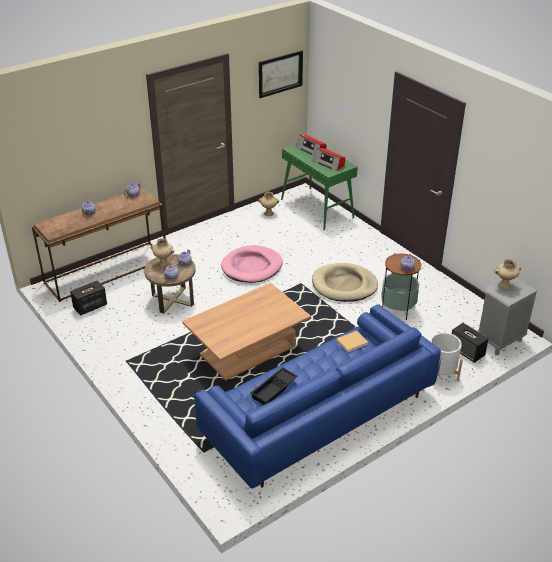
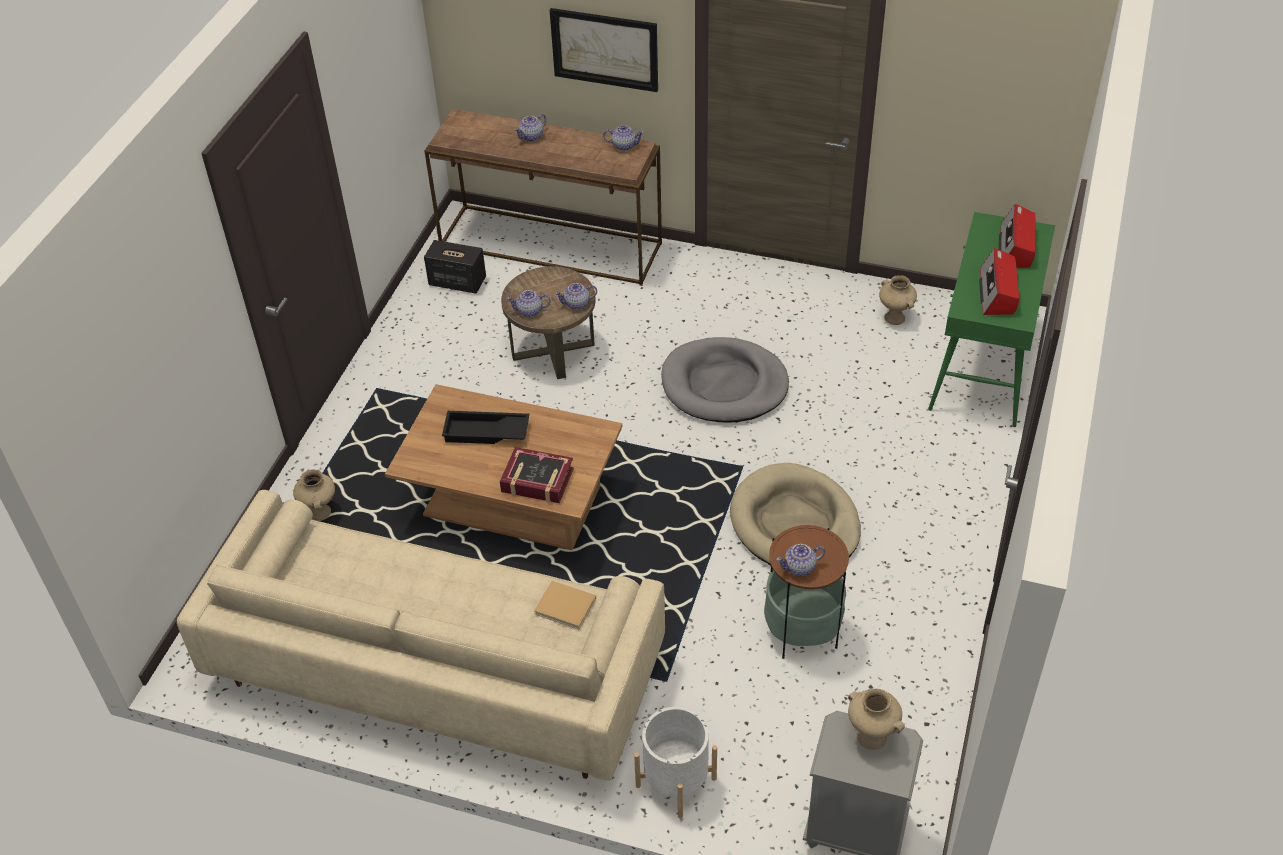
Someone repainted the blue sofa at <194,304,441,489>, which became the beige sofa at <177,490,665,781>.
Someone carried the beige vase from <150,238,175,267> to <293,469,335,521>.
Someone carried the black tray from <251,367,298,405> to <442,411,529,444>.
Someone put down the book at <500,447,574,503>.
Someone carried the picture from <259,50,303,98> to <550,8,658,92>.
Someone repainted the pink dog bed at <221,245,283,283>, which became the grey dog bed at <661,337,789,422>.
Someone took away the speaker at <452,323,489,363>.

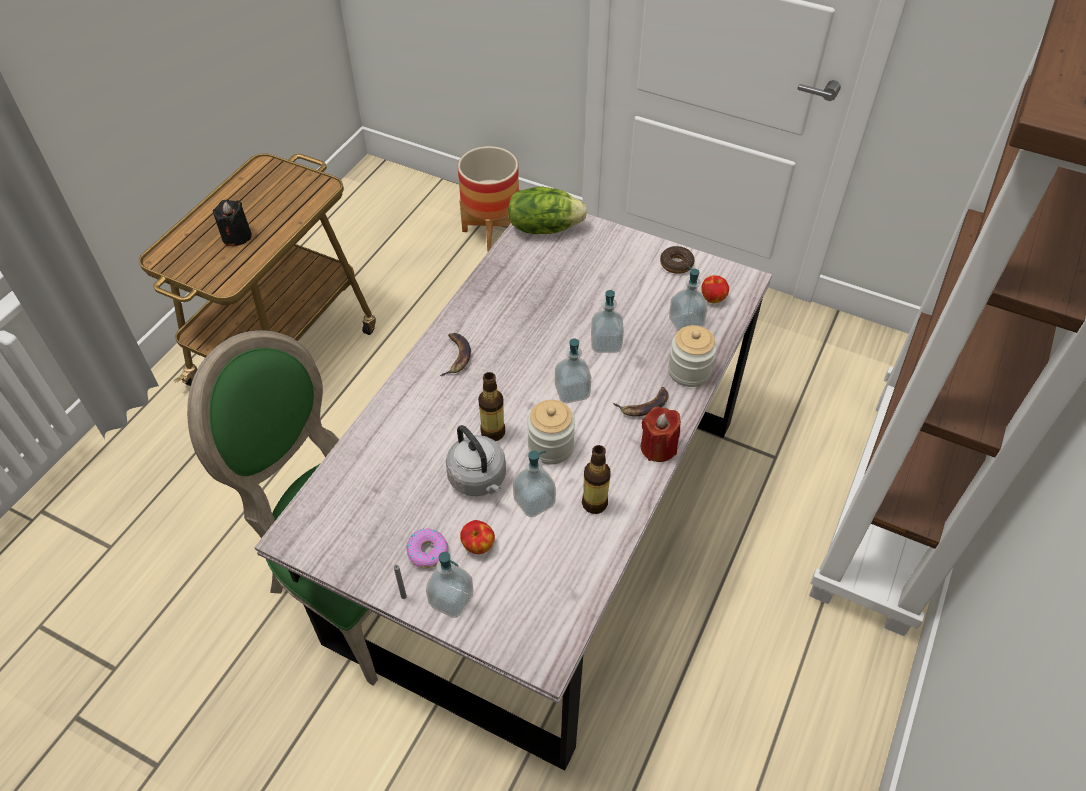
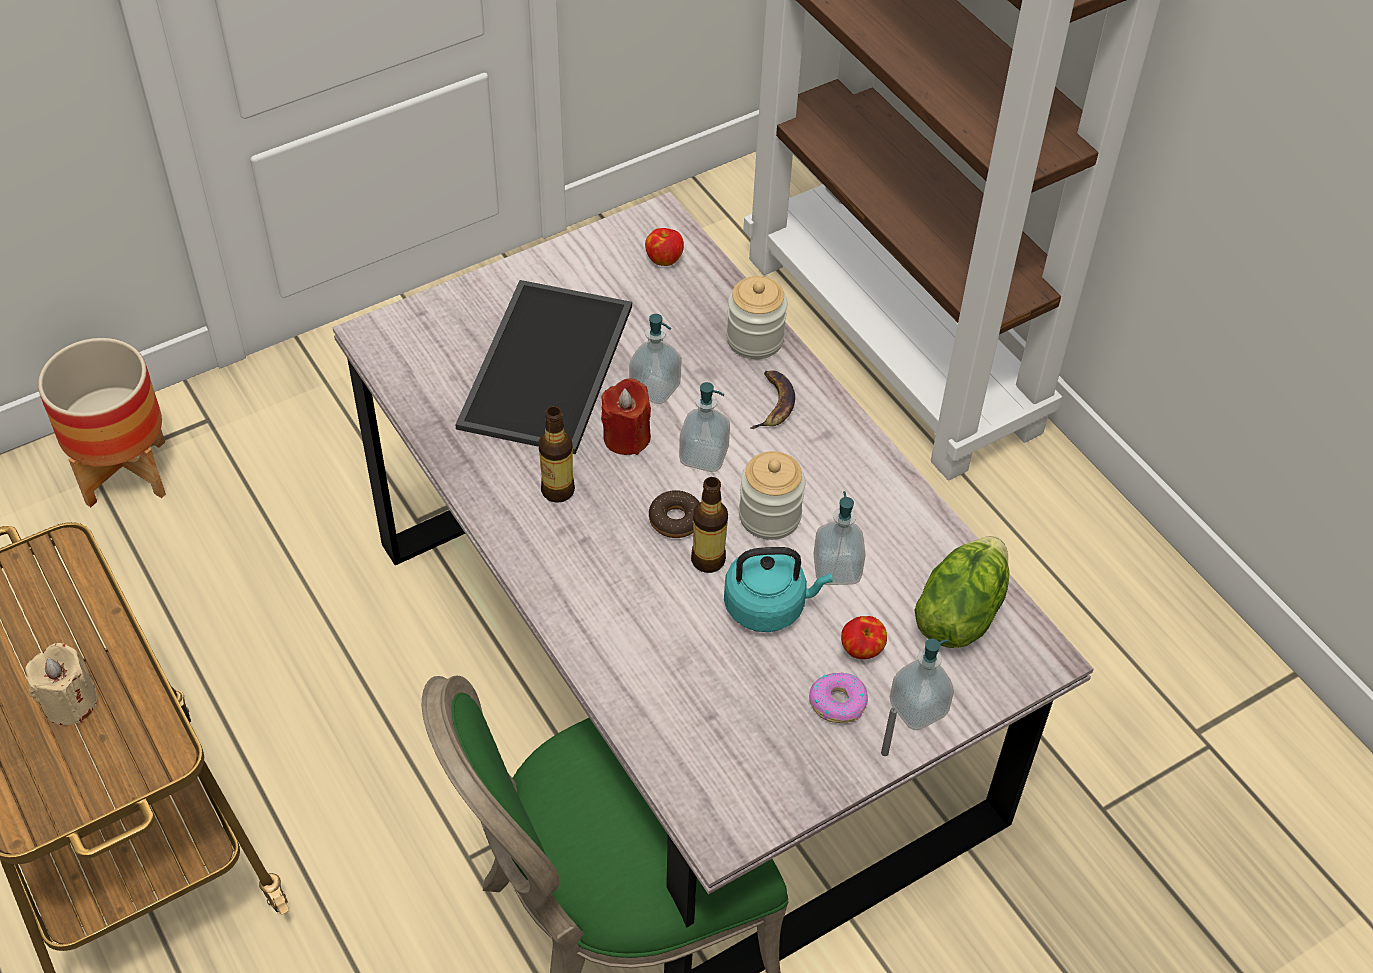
Someone repainted the black candle at <213,200,252,246>, which became the beige candle at <25,643,97,725>.
Someone put down the tray at <455,280,632,454>.
Someone carried the bottle from <582,445,611,514> to <539,406,575,503>.
Someone carried the red candle from <641,407,681,462> to <601,378,651,455>.
Someone carried the donut from <660,246,695,274> to <649,490,700,538>.
Someone repainted the grey kettle at <446,425,506,496>, which became the turquoise kettle at <724,547,833,632>.
Someone carried the lettuce from <508,186,587,234> to <914,536,1010,648>.
Someone took away the banana at <440,333,471,376>.
Someone took away the soap dispenser at <669,266,707,331>.

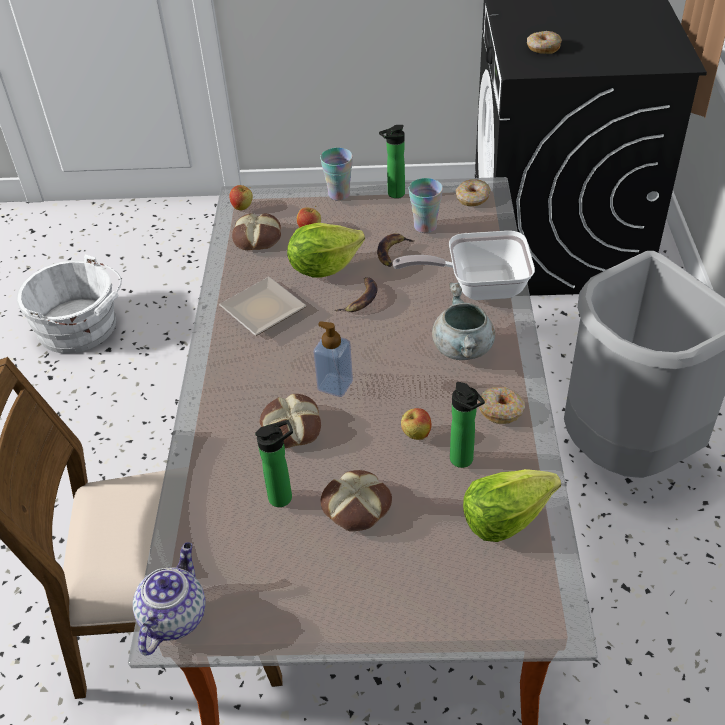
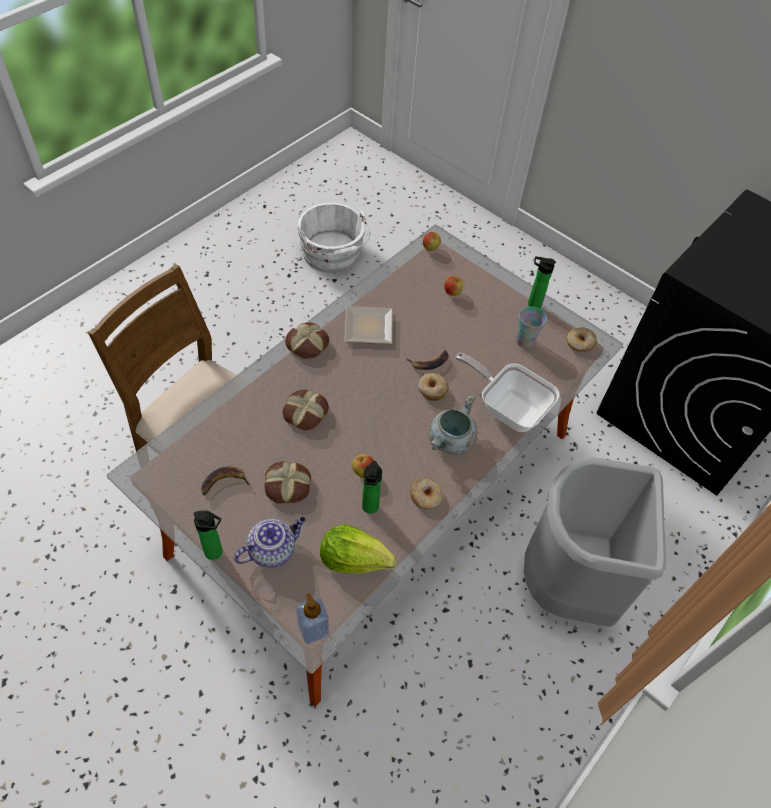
Someone carried the bottle from <255,420,293,507> to <194,511,223,560>.
Someone carried the banana from <377,233,415,267> to <201,466,250,495>.
Someone carried the teapot from <133,542,205,656> to <234,517,306,568>.
Someone carried the bread from <232,213,281,250> to <285,322,329,359>.
Someone carried the soap dispenser from <314,321,353,397> to <296,593,329,644>.
Someone carried the donut from <527,31,562,54> to <418,373,449,401>.
Someone took away the lettuce at <287,223,365,278>.
Someone took away the cup at <320,148,353,200>.

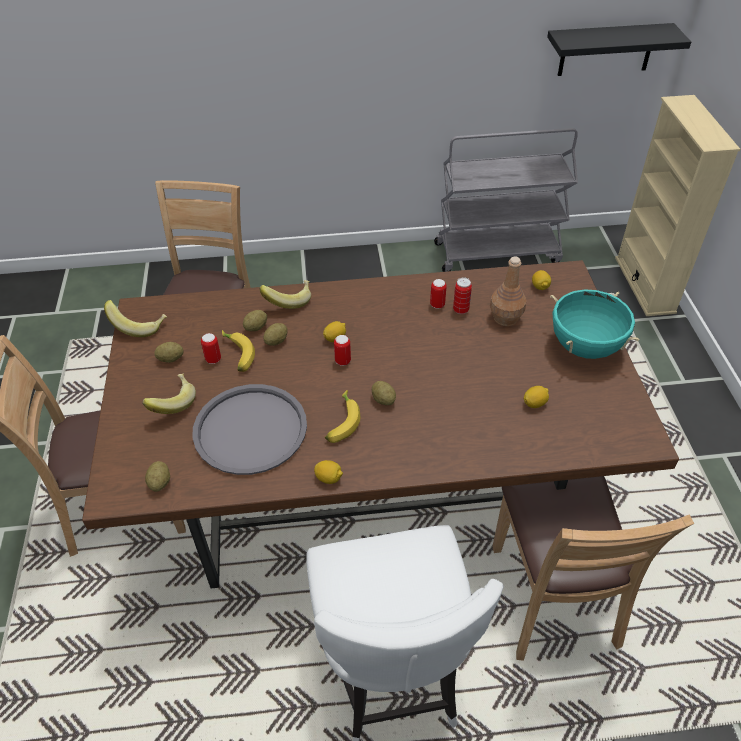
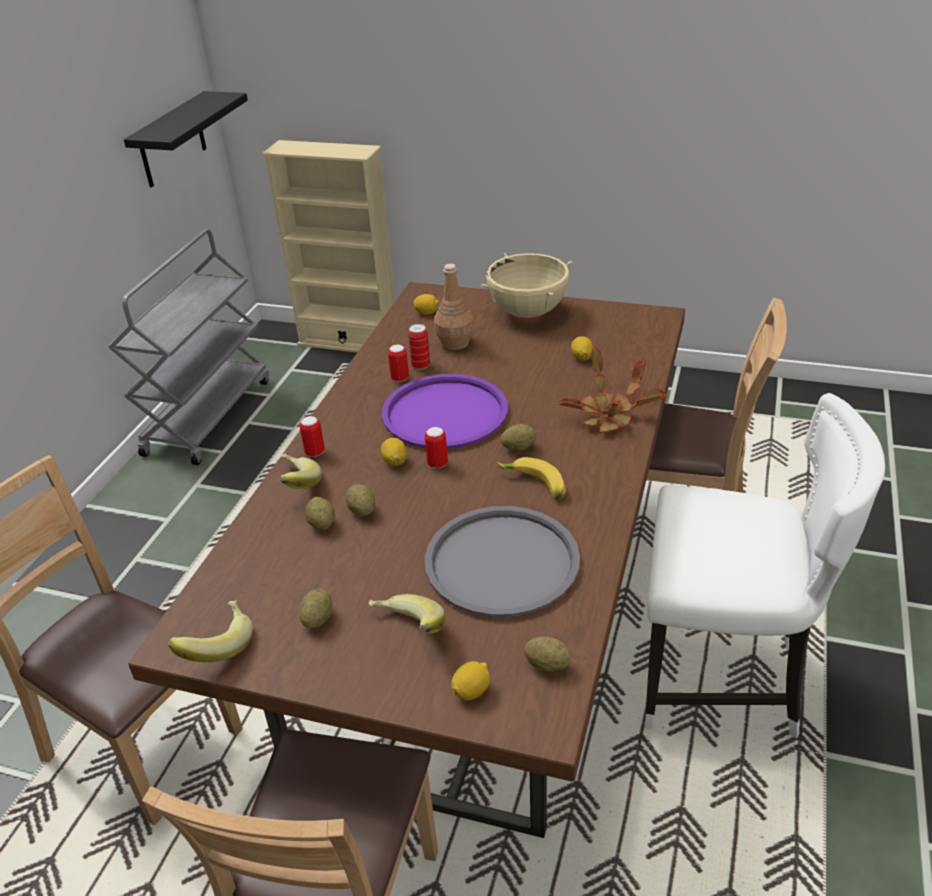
Someone carried the can from <201,333,221,364> to <300,416,325,457>.
Someone put down the purple tray at <382,374,508,449>.
Someone carried the lemon from <314,460,343,484> to <451,661,490,701>.
Someone repainted the turquoise cooking pot at <550,289,640,359>, which became the beige cooking pot at <481,253,573,318>.
Someone put down the potted plant at <558,347,668,433>.
Someone took away the banana at <222,330,255,372>.

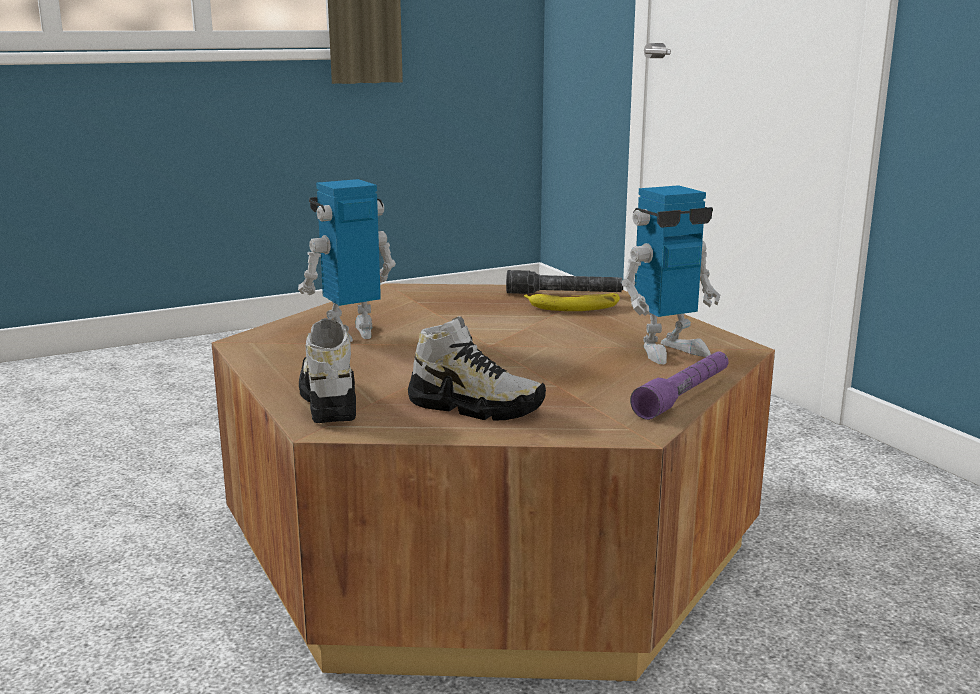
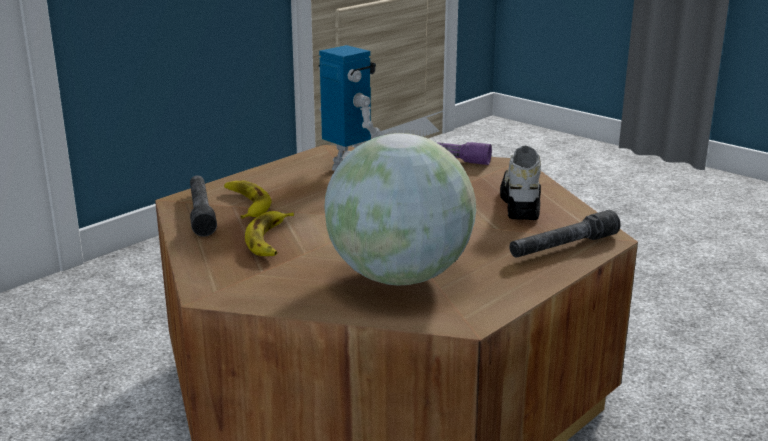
Someone put down the banana at <245,211,294,256>.
Someone swapped the toy robot at <298,179,396,342> for the globe at <324,133,476,286>.
Someone swapped the shoe at <299,318,356,423> for the grey flashlight at <509,210,620,258>.

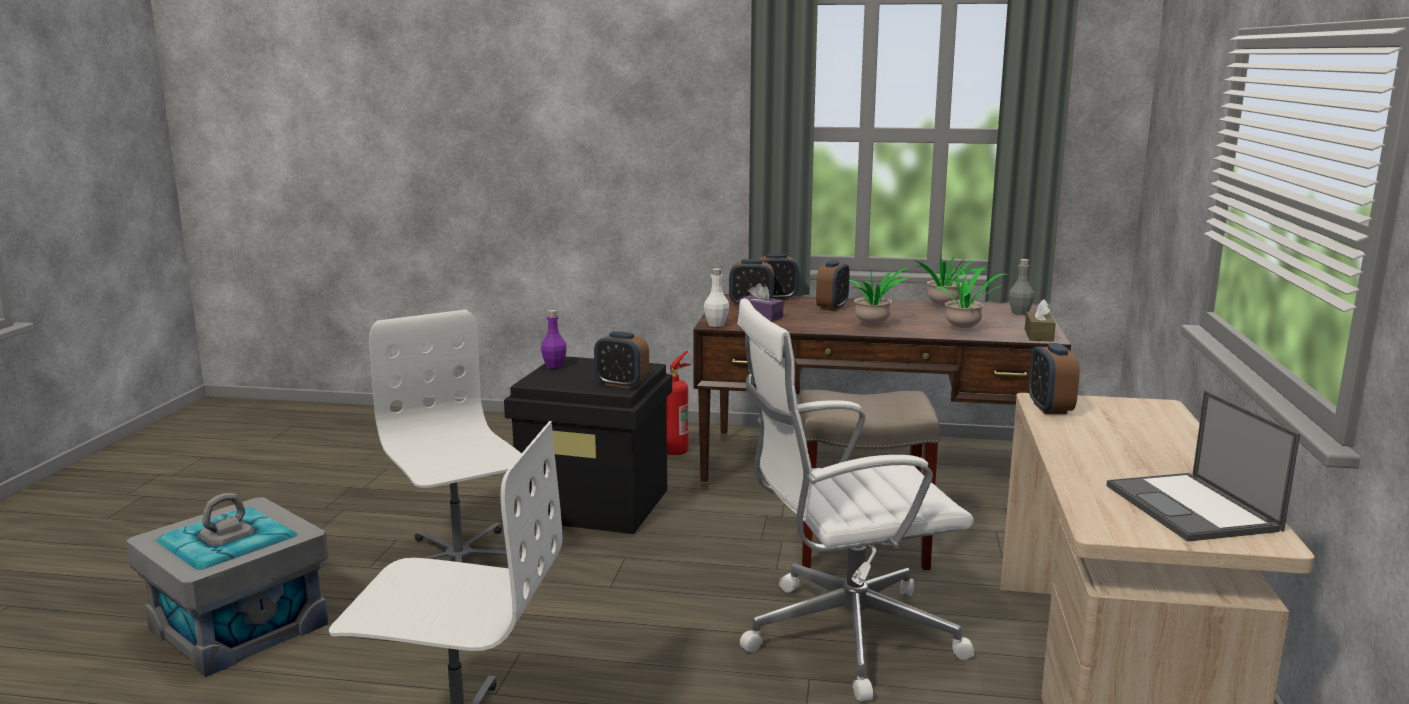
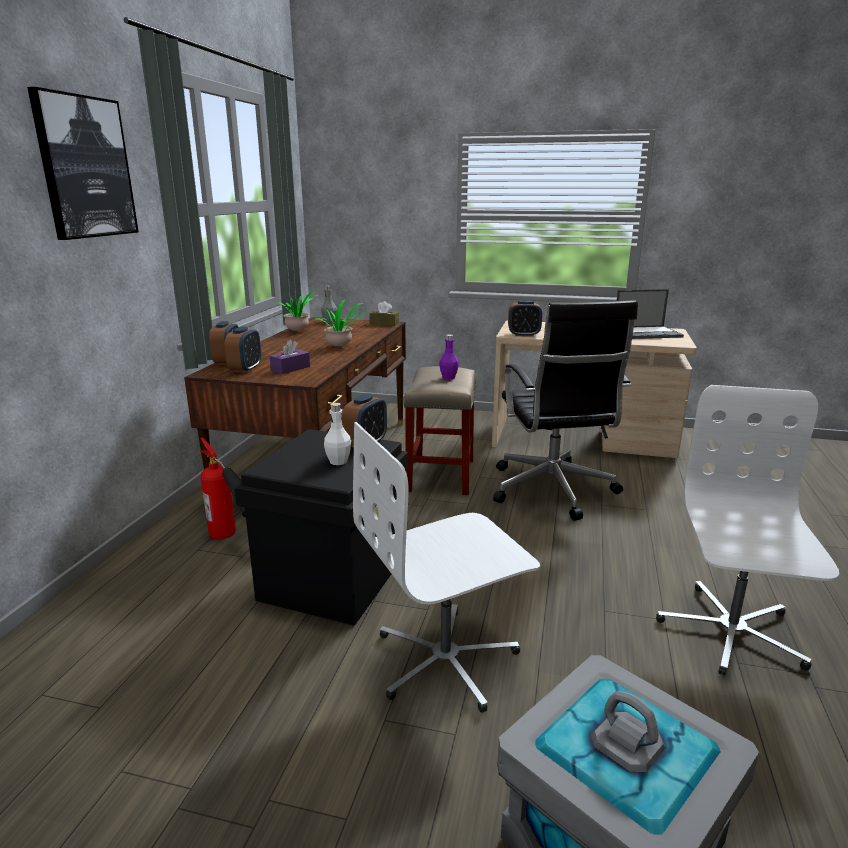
Someone put up the picture at <27,87,139,240>.
Someone carried the white bottle from <704,268,729,327> to <324,403,351,465>.
Someone carried the purple bottle from <541,310,567,369> to <439,334,459,379>.
Someone repainted the white office chair at <737,299,974,701>, which became the black office chair at <493,301,638,521>.
Someone took away the alarm clock at <816,260,850,311>.
Someone took away the potted plant at <936,265,1005,328>.

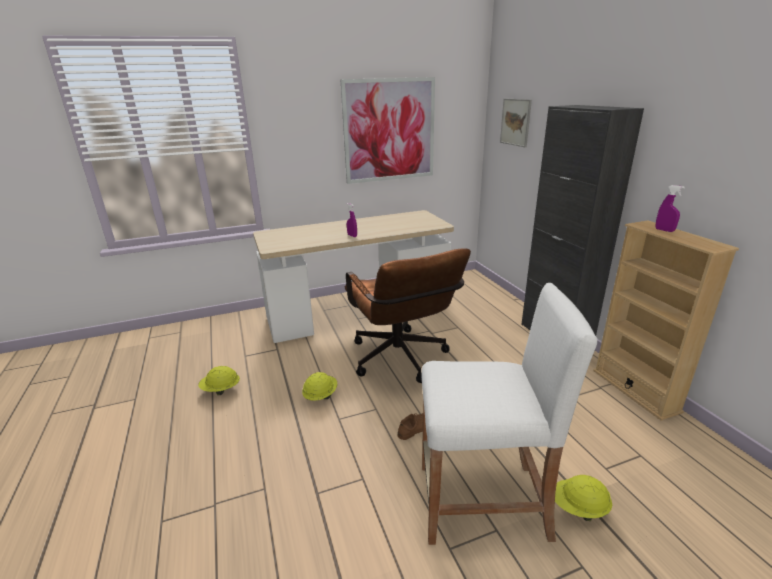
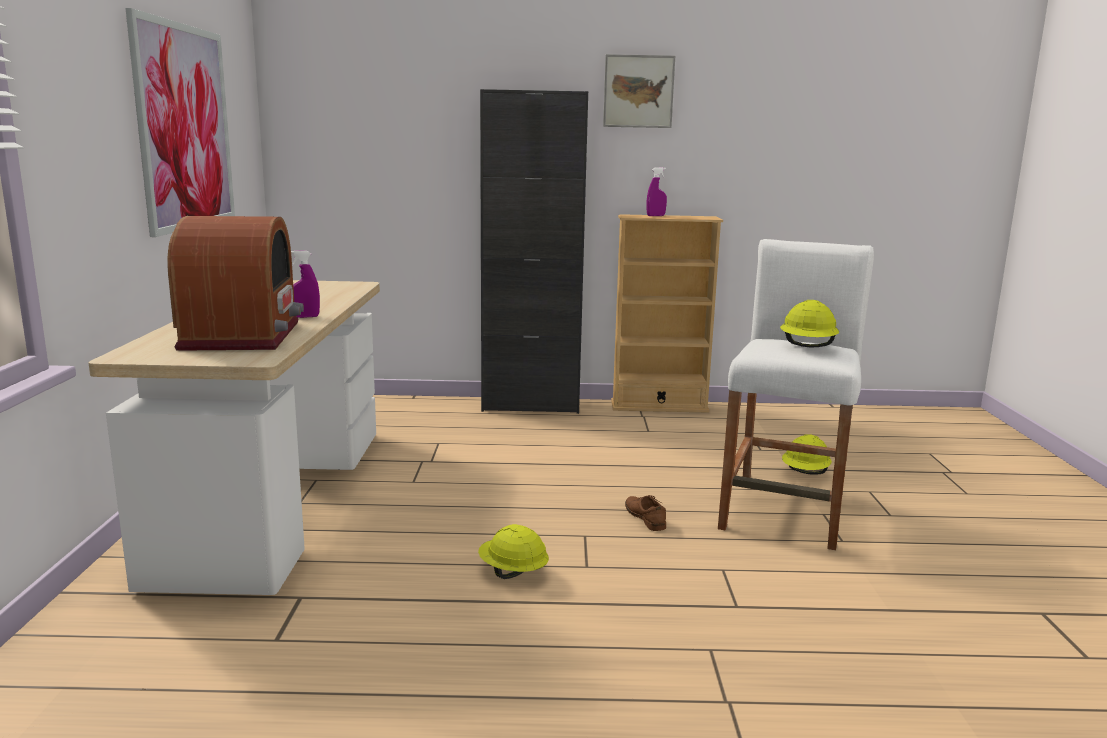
Someone put down the radio at <167,216,304,351>.
Someone carried the picture from <500,99,532,147> to <603,54,675,128>.
Someone carried the yellow hard hat from <198,366,240,395> to <780,300,839,348>.
Someone took away the brown office chair at <345,248,471,383>.

